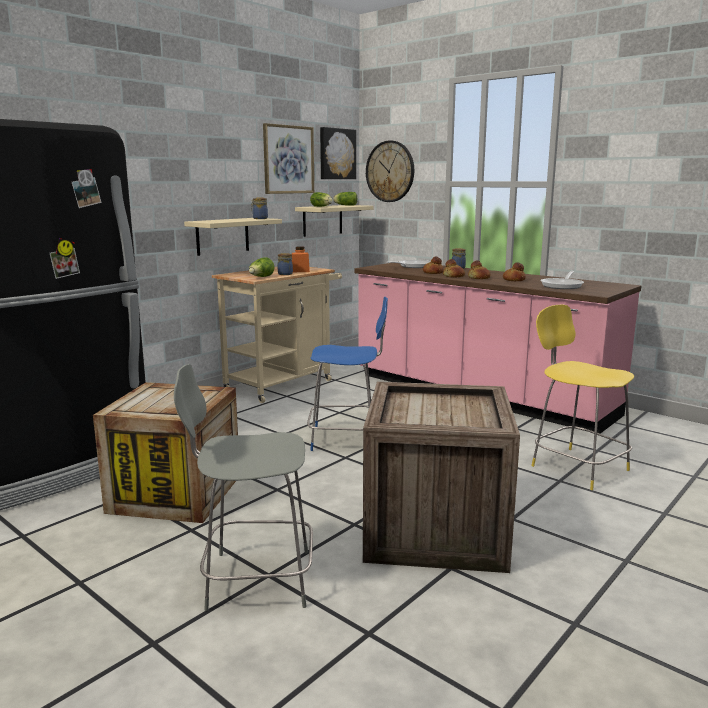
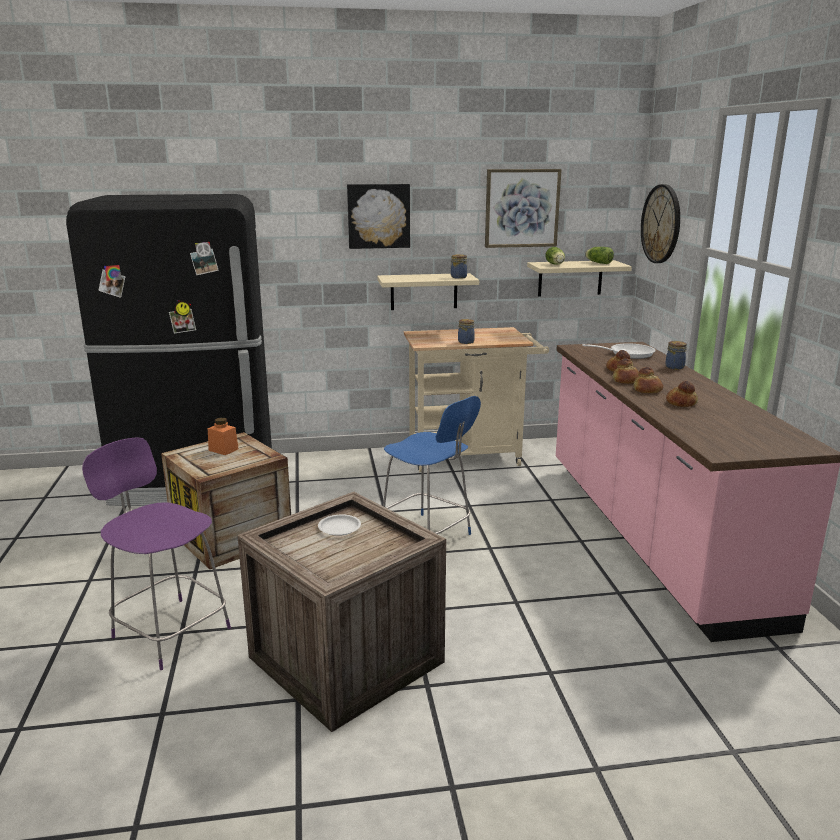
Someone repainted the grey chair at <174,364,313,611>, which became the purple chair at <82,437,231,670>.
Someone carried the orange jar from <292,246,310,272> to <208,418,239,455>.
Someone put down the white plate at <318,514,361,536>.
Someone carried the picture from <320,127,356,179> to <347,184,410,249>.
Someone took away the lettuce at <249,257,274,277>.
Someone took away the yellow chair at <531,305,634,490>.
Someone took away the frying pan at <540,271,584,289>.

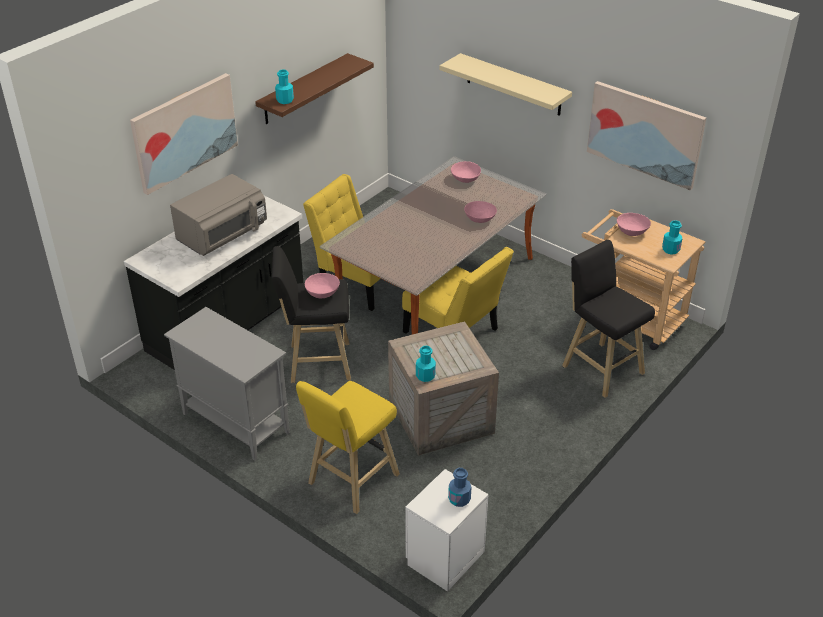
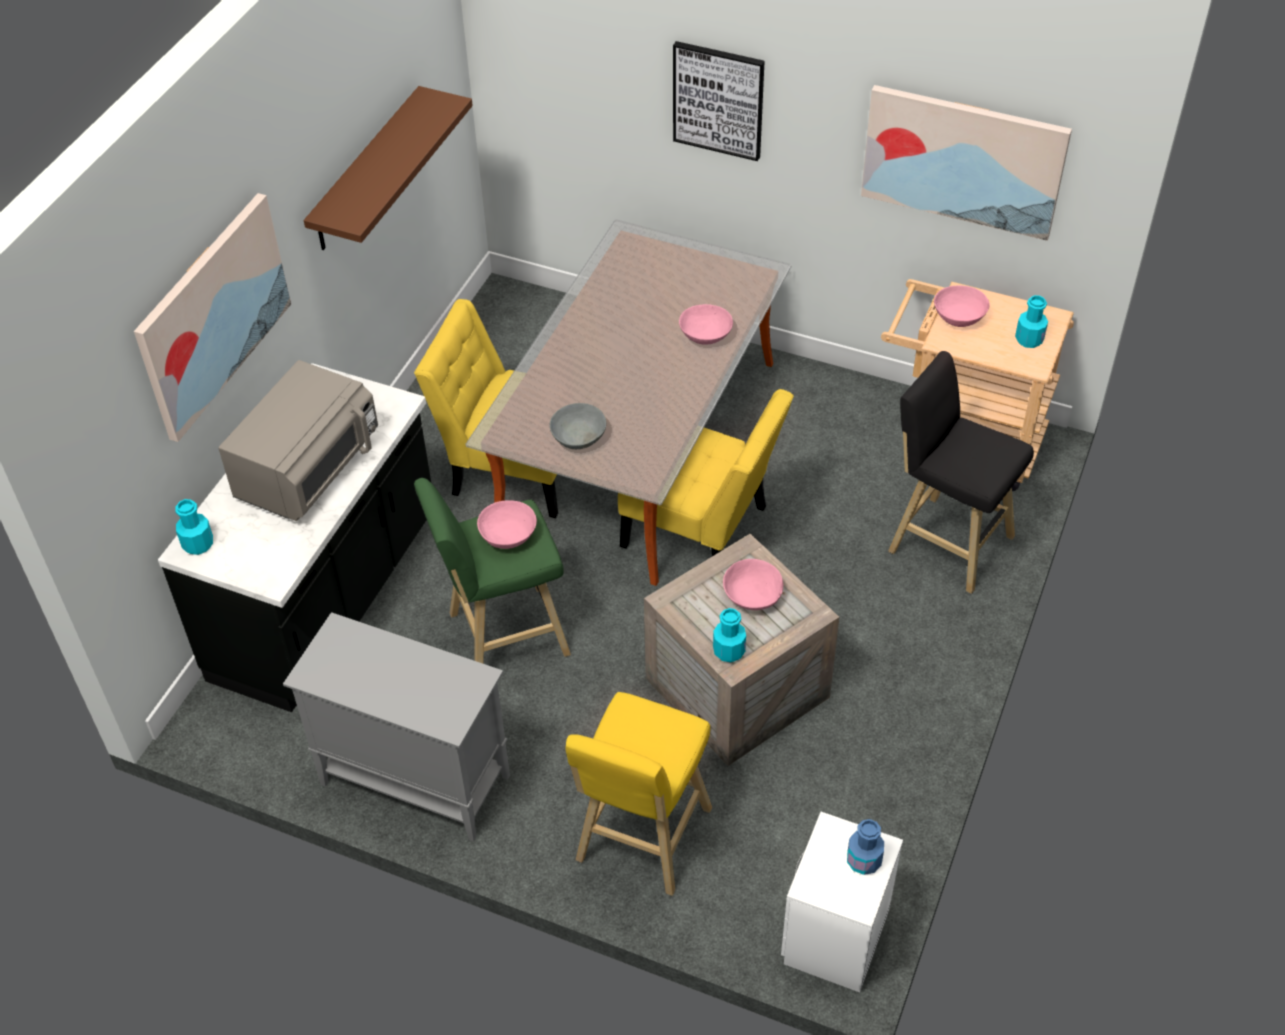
Someone carried the turquoise bottle from <275,69,294,104> to <175,499,213,555>.
Someone repainted the black stool at <272,246,351,383>, which became the green stool at <414,478,571,663>.
Someone put down the grey bowl at <550,403,606,449>.
Someone swapped the beige shelf at <439,53,572,116> for the picture at <673,41,765,161>.
Someone carried the pink bowl from <451,161,481,183> to <723,559,783,610>.

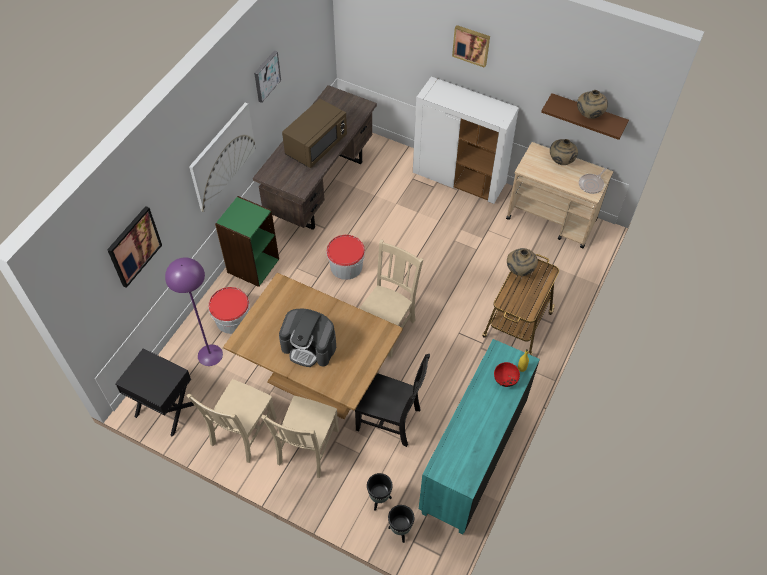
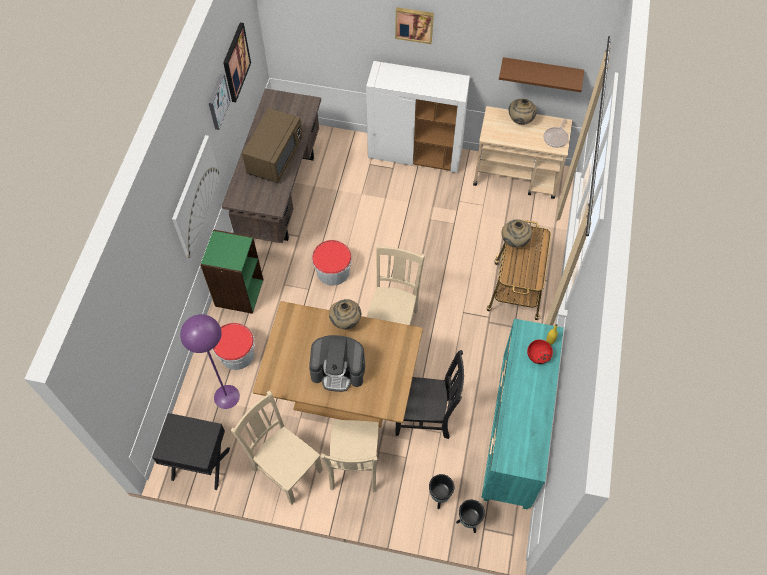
Someone carried the picture from <107,206,162,288> to <223,23,251,102>.
Someone rotated the beige chair at <186,379,277,463> by 120 degrees clockwise.
Someone carried the beige vase from <577,90,608,119> to <329,299,361,330>.

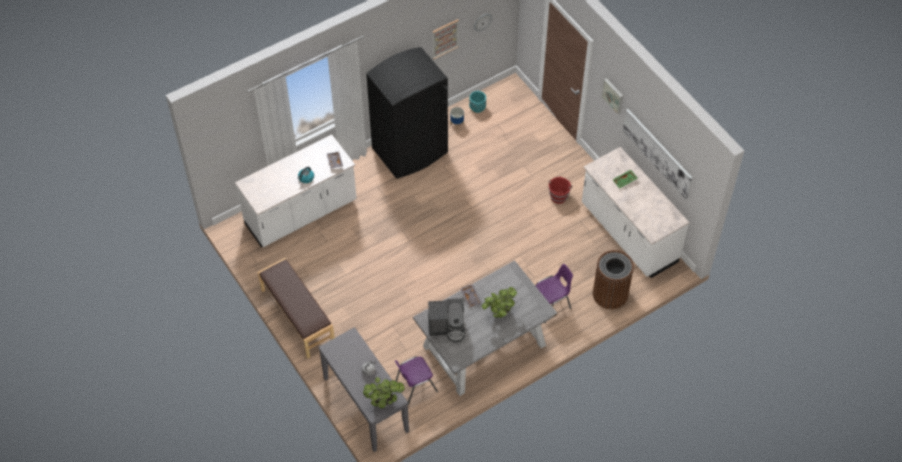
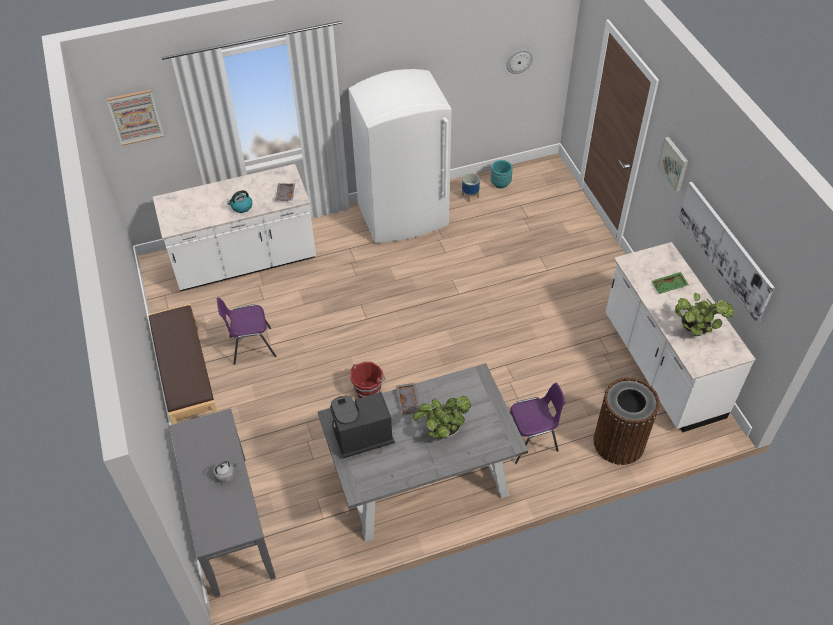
Someone carried the picture from <432,19,459,59> to <106,89,164,146>.
Someone carried the purple chair from <395,356,438,405> to <217,297,276,364>.
Someone rotated the coffee machine at <428,298,465,342> by 150 degrees clockwise.
Someone repainted the black fridge at <366,47,448,179>, which became the white fridge at <349,69,452,243>.
Someone carried the red bucket from <549,177,573,204> to <350,362,386,398>.
Someone carried the potted plant from <363,377,405,408> to <675,293,734,336>.

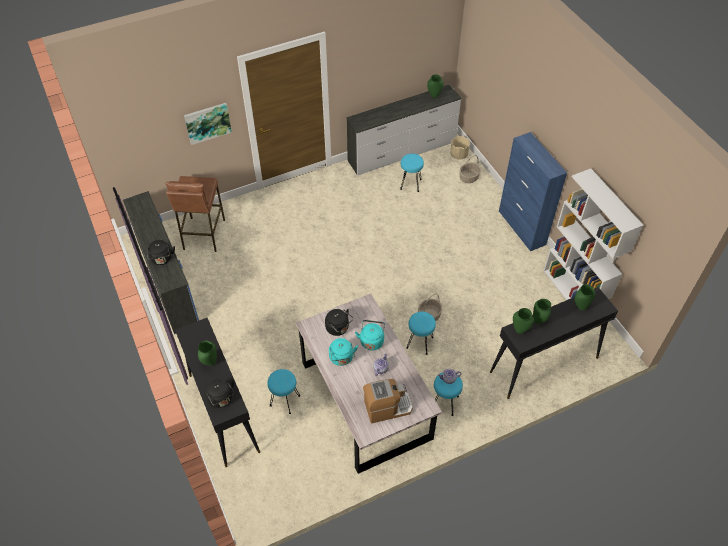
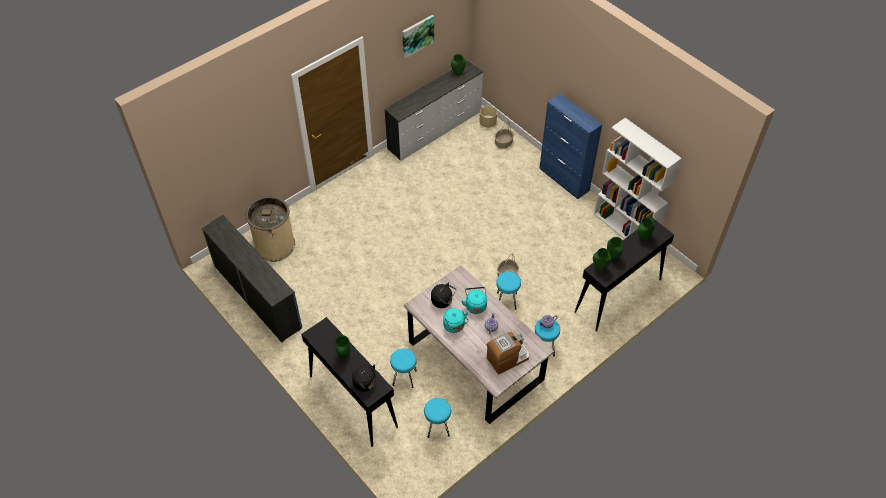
Someone swapped the brown stool at <165,176,225,252> for the beige trash can at <245,196,295,262>.
Someone carried the picture from <184,103,232,145> to <402,15,434,58>.
Someone carried the turquoise stool from <400,154,424,192> to <424,398,451,438>.
Someone took away the black kettle at <147,240,175,265>.

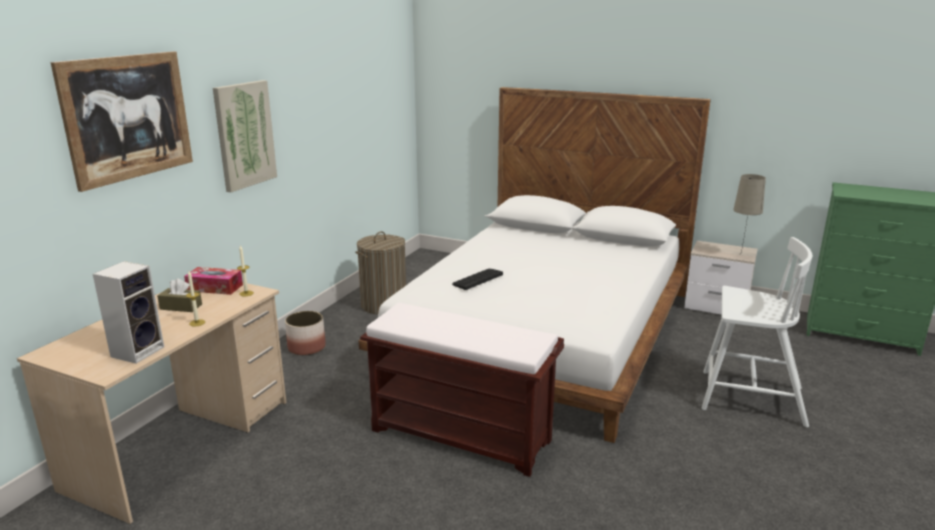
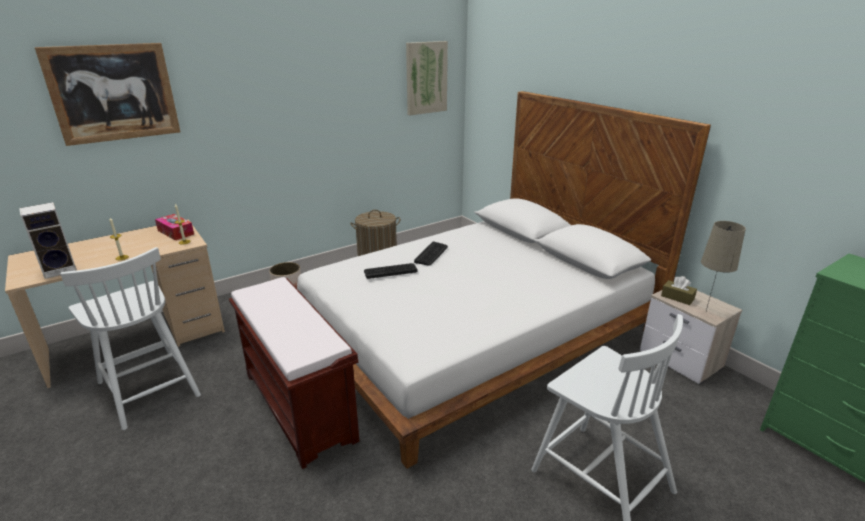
Someone put down the white chair at <61,247,201,430>.
Someone carried the picture from <213,80,277,192> to <406,41,448,115>.
Someone put down the keyboard at <414,241,448,266>.
Someone carried the brown tissue box from <157,278,202,312> to <661,276,697,305>.

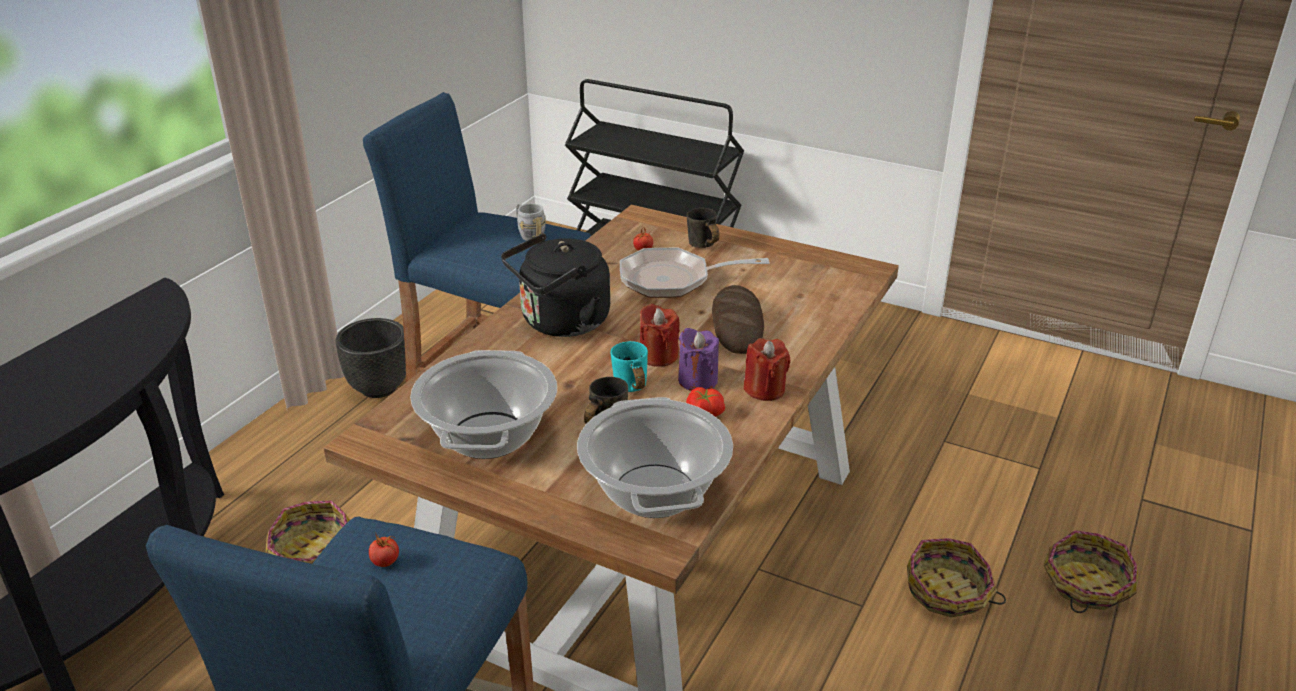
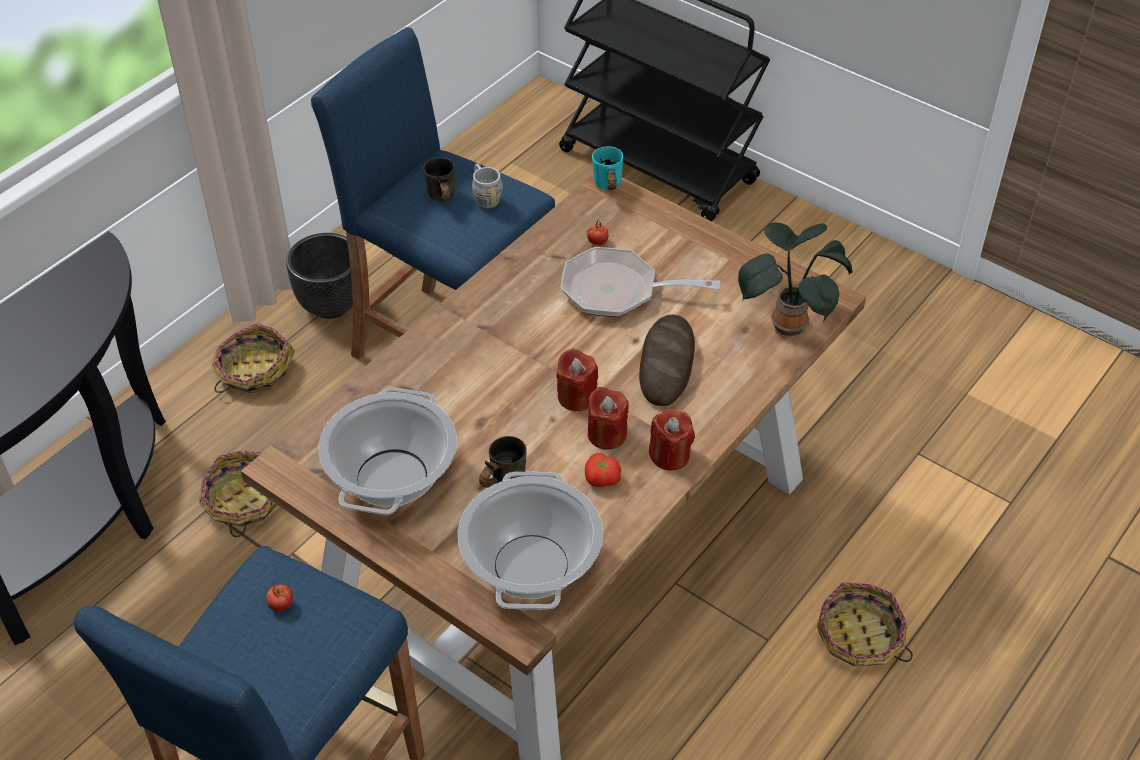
Someone carried the basket from <1043,530,1138,613> to <211,323,295,393>.
Someone carried the grey mug from <687,208,720,248> to <423,158,455,201>.
Someone repainted the purple candle at <678,328,719,391>, which became the red candle at <588,387,629,450>.
Someone carried the turquoise mug from <611,341,648,392> to <592,146,623,190>.
Someone put down the potted plant at <738,222,853,337>.
Someone took away the black kettle at <501,233,610,337>.

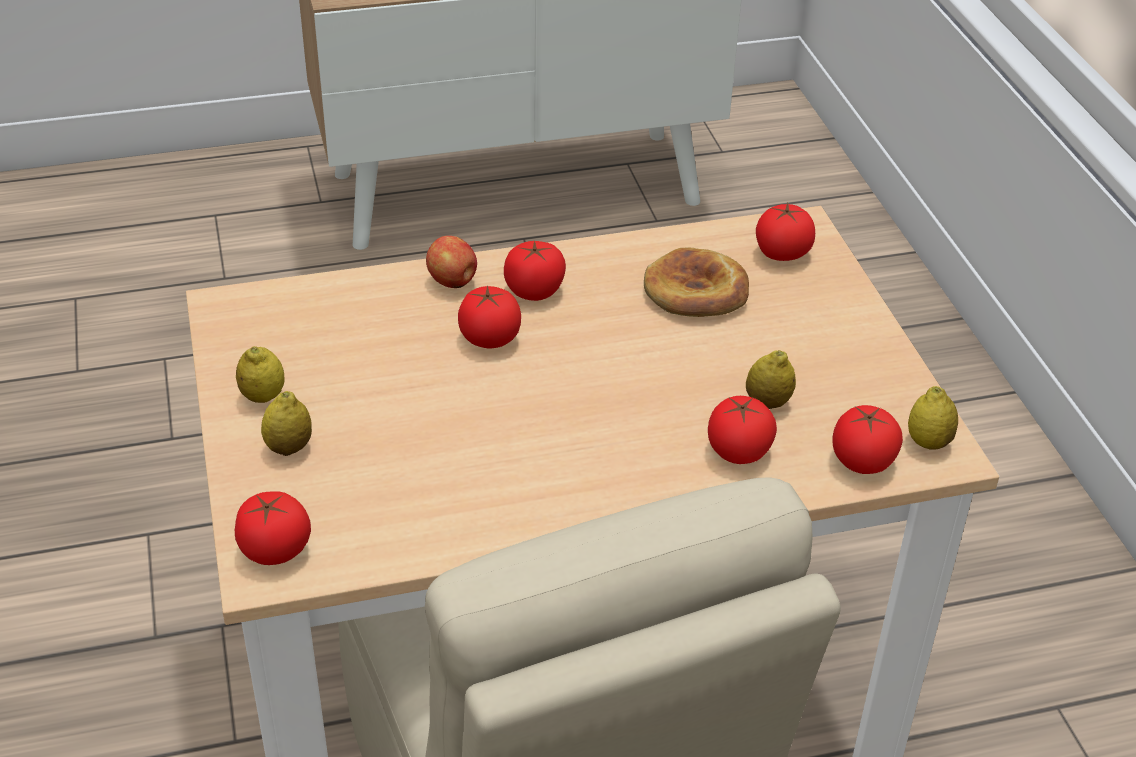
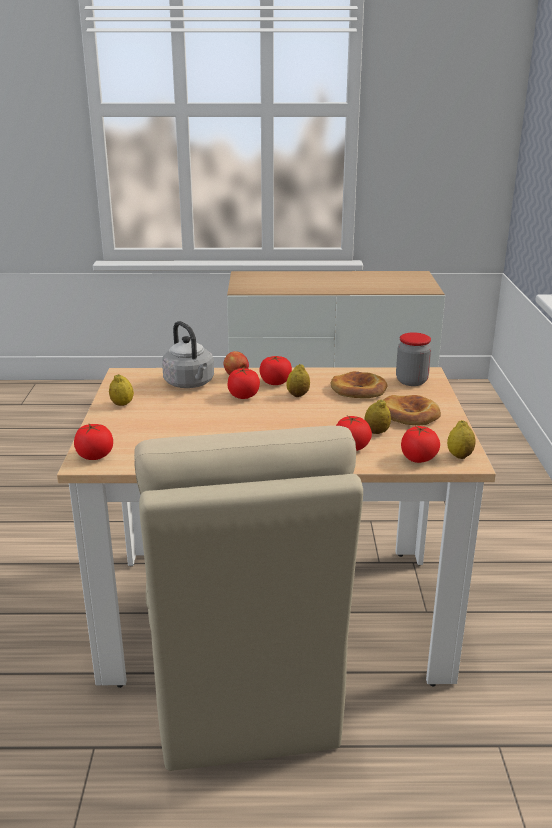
Someone put down the grey kettle at <162,321,214,388>.
Someone carried the lemon from <261,391,312,456> to <286,364,310,397>.
Someone put down the bread at <383,395,441,425>.
Someone swapped the tomato at <756,203,815,261> for the jar at <396,332,431,386>.

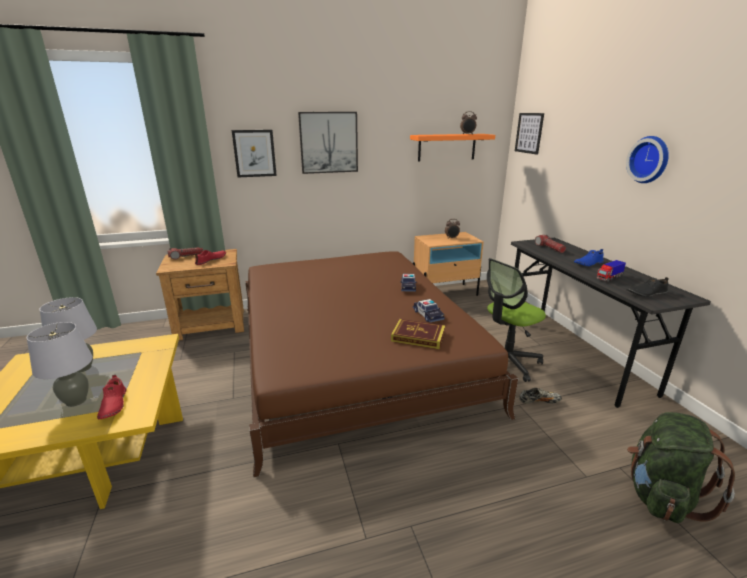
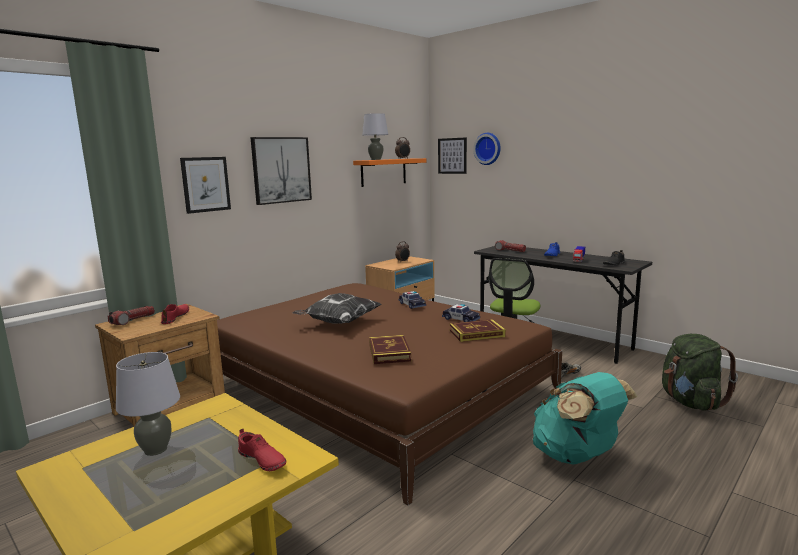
Someone put down the pillow at <293,293,381,324>.
Someone carried the grey table lamp from <27,322,93,407> to <362,113,388,160>.
Someone put down the book at <369,335,411,364>.
Someone carried the wall clock from <626,136,669,183> to <473,133,500,165>.
Someone put down the turquoise backpack at <533,372,637,464>.

